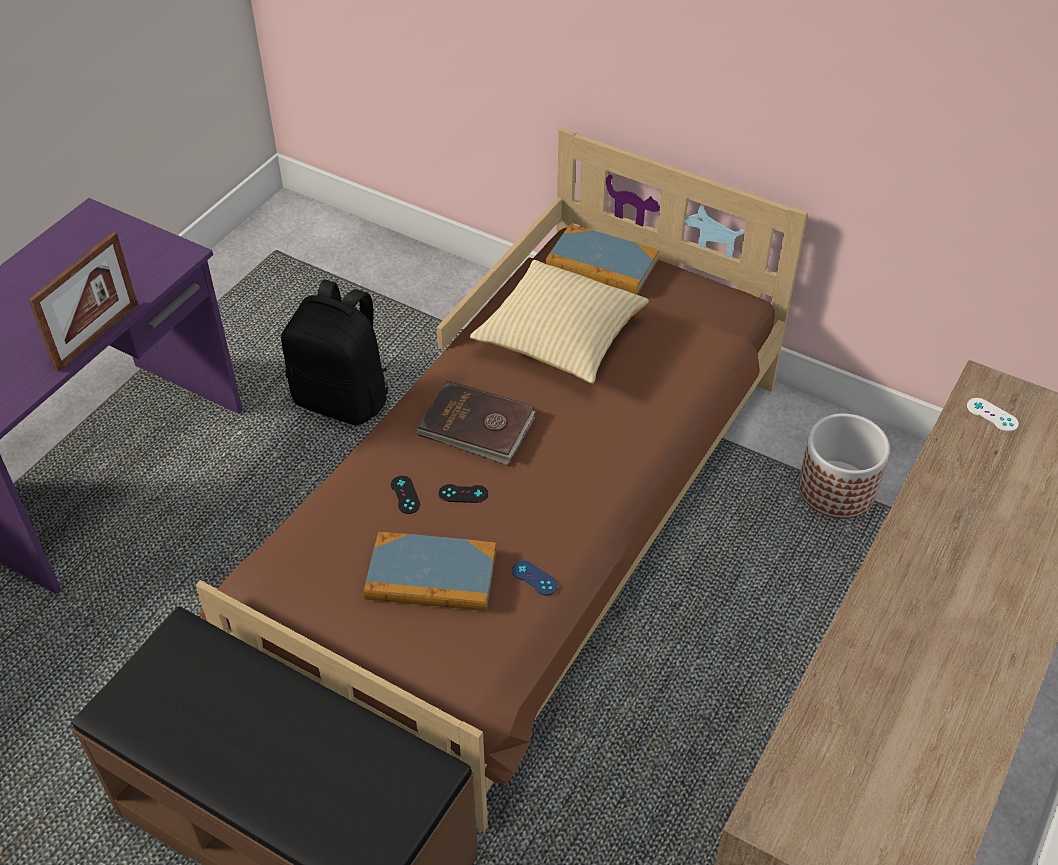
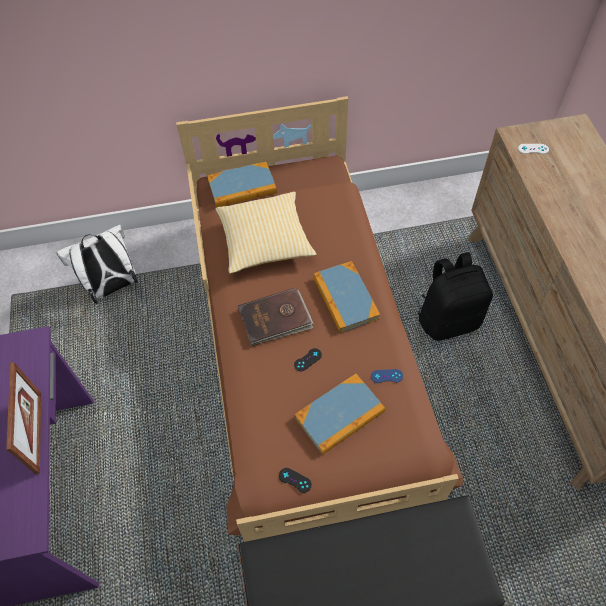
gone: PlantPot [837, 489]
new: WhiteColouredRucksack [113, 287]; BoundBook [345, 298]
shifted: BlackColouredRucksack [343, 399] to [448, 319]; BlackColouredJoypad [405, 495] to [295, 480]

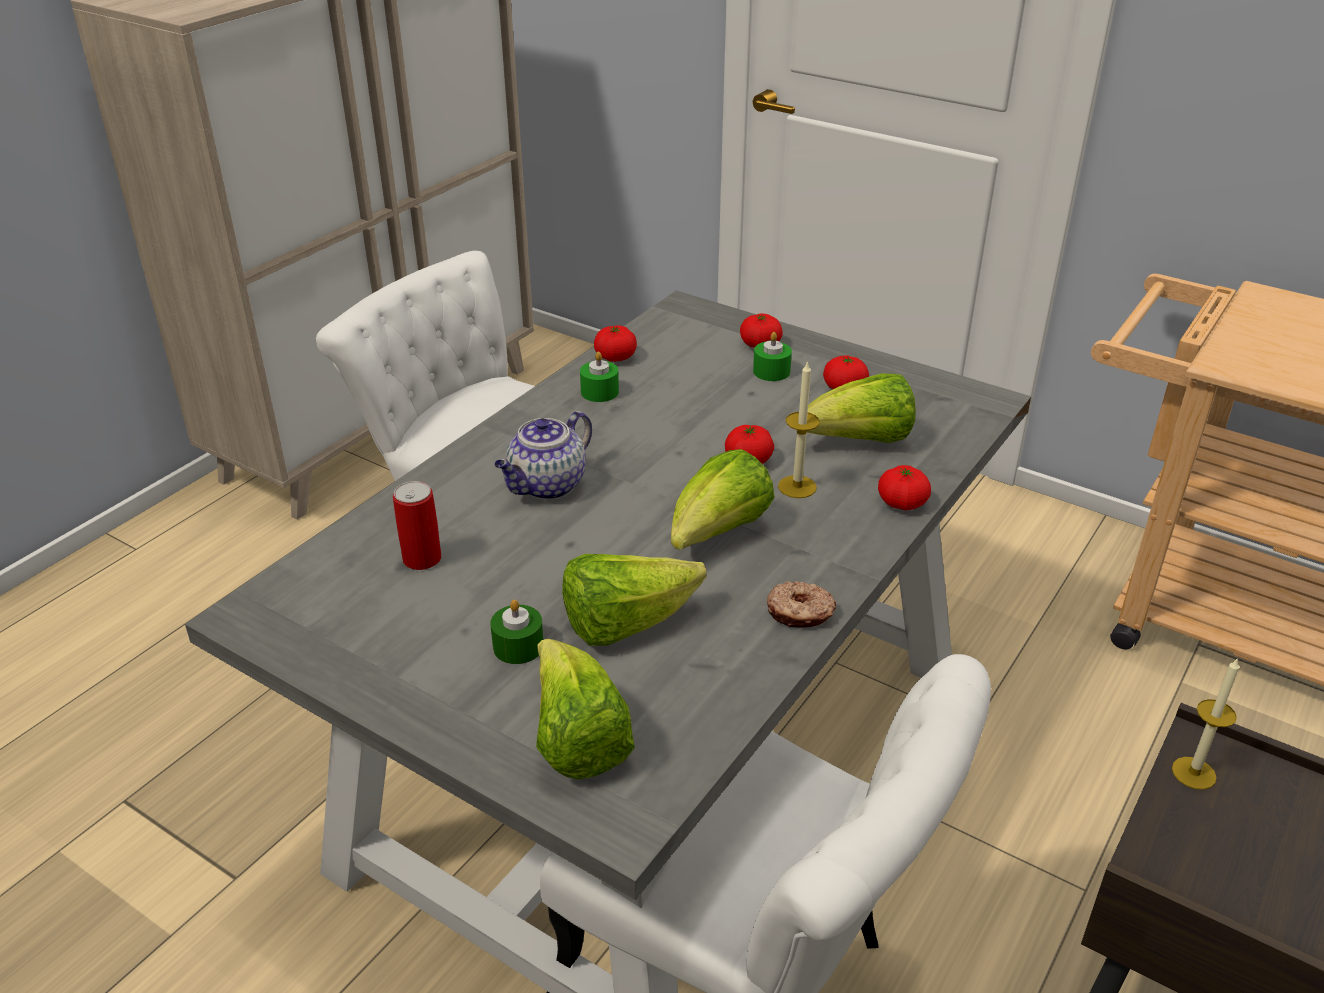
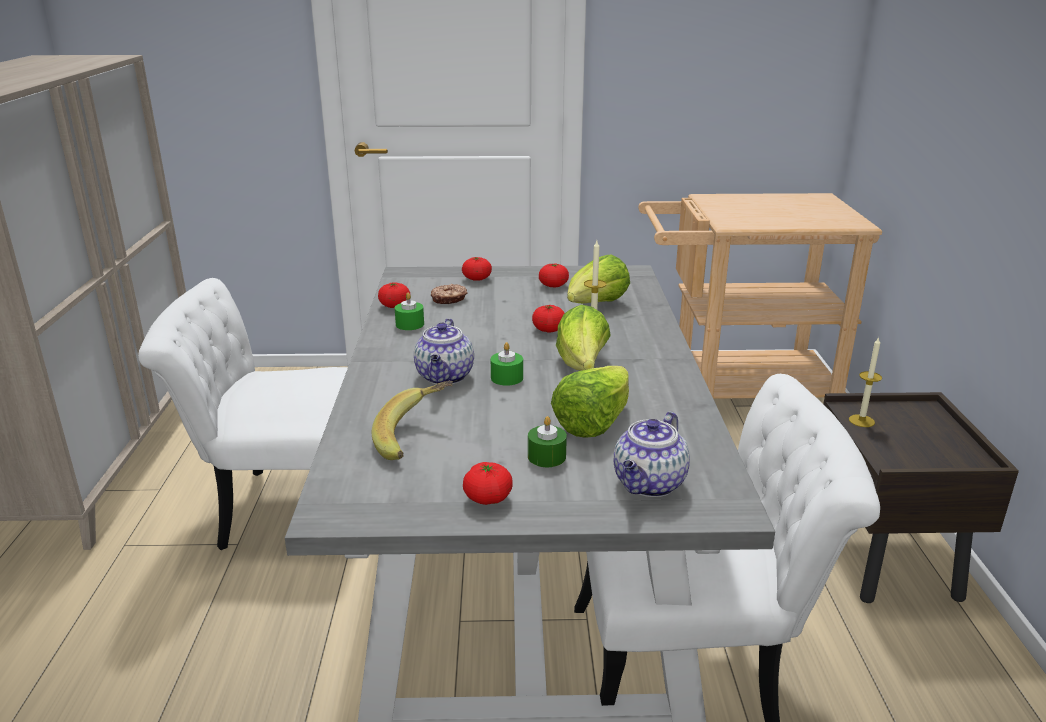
shifted: GreenColouredCandle [771, 371] to [507, 378]; RingDoughnut [799, 613] to [449, 299]; WholeTomato [902, 503] to [488, 498]
swapped: SealedCan [422, 559] to Banana [416, 438]; Lettuce [577, 740] to Teapot [649, 484]

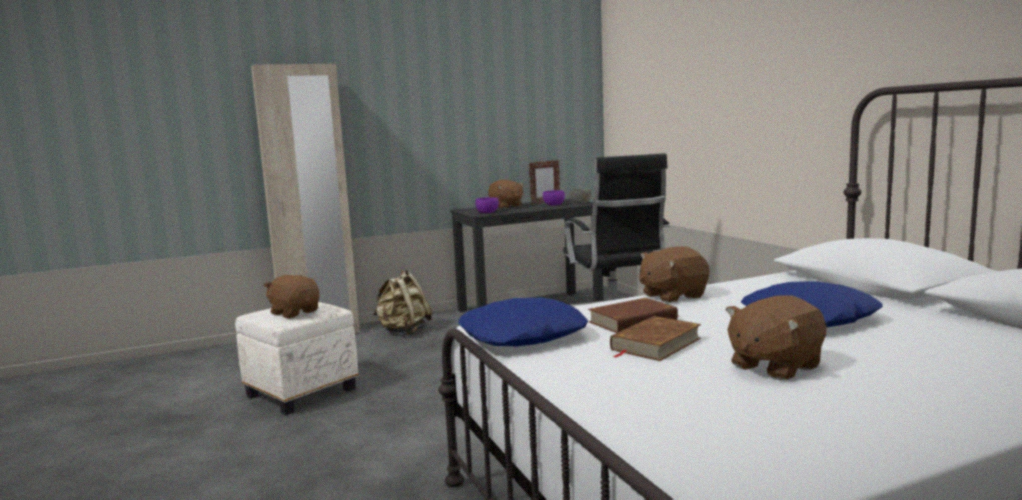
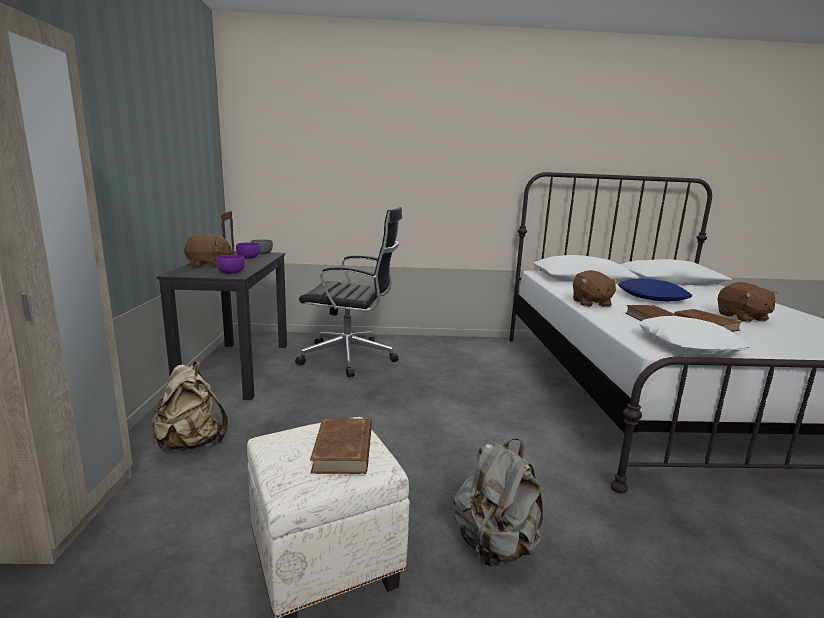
new: GreyishRucksack [495, 546]
swapped: BrownishPlushToy [295, 312] to BrownishBoundBook [344, 450]
repainted: BlueColouredPillow [522, 336] to WhiteColouredPillow [689, 345]

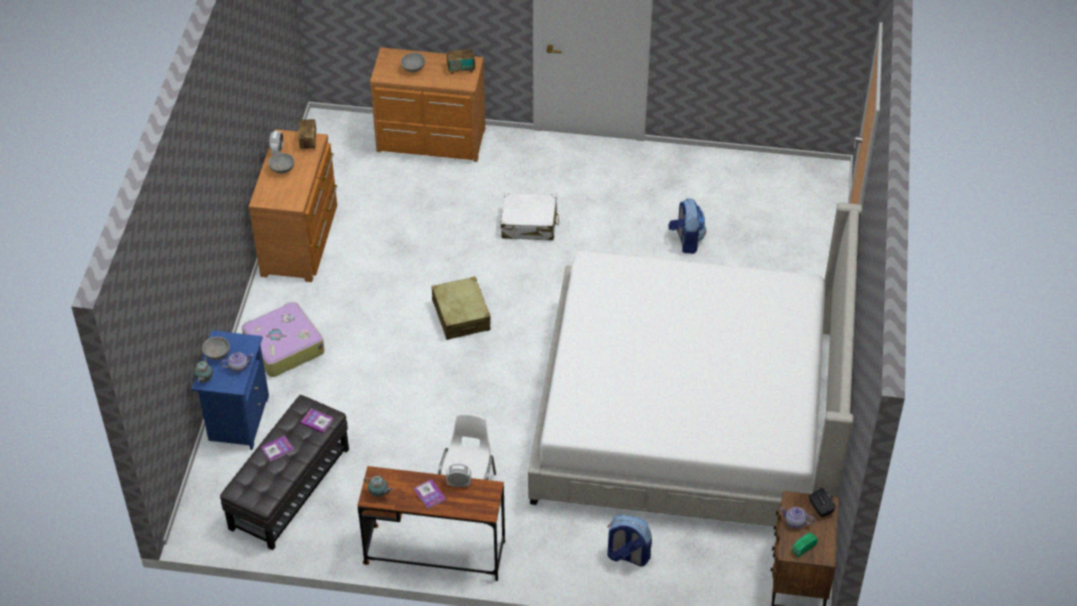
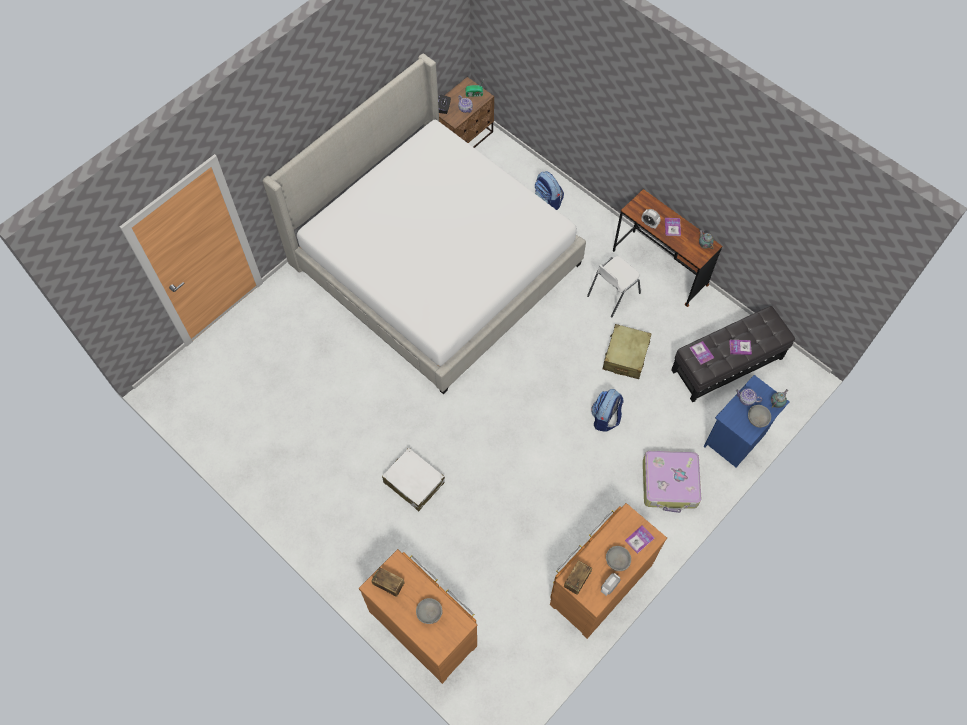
new: BoundBook [639, 539]
shifted: BeigeSuitcase [461, 315] to [625, 356]; Rucksack [686, 241] to [605, 418]

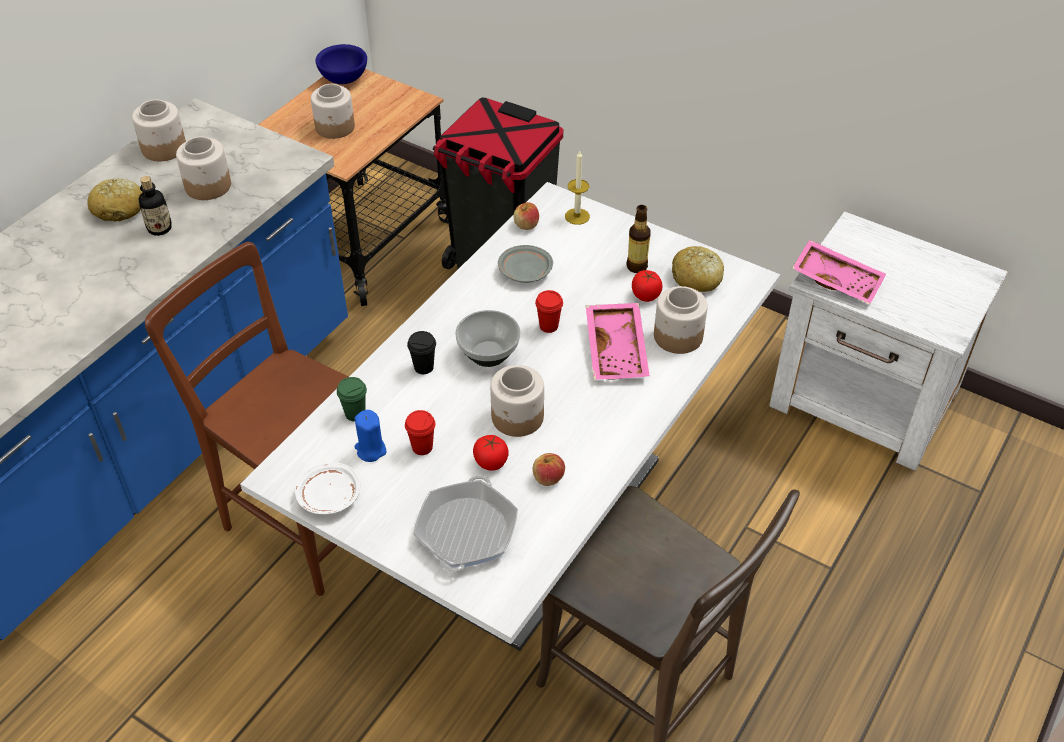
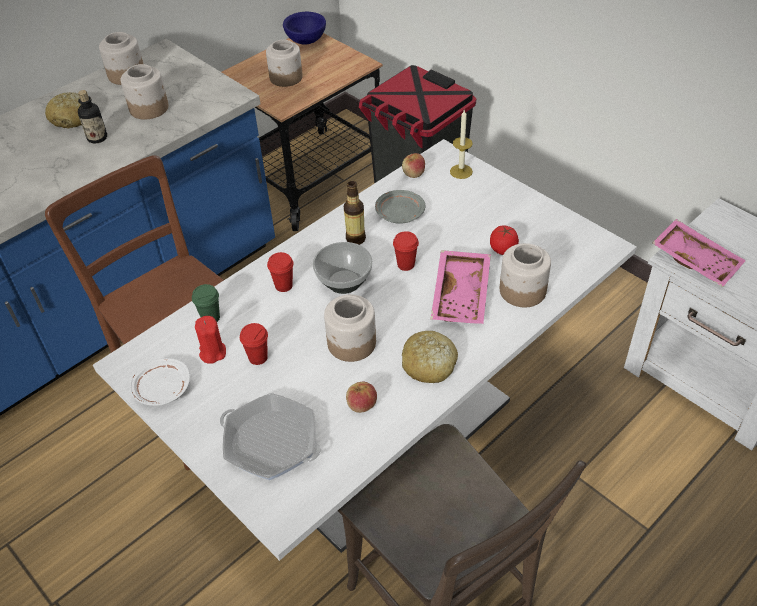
gone: WholeTomato [491, 462]
shifted: Bottle [636, 266] to [355, 239]; BakedBread [696, 278] to [429, 364]
repainted: BlueColouredCandle [370, 450] to ReddishCandle [212, 352]; BlackColouredCup [424, 367] to ReddishCup [283, 286]
rotated: FryingPan [466, 531] = [271, 442] 90 degrees clockwise

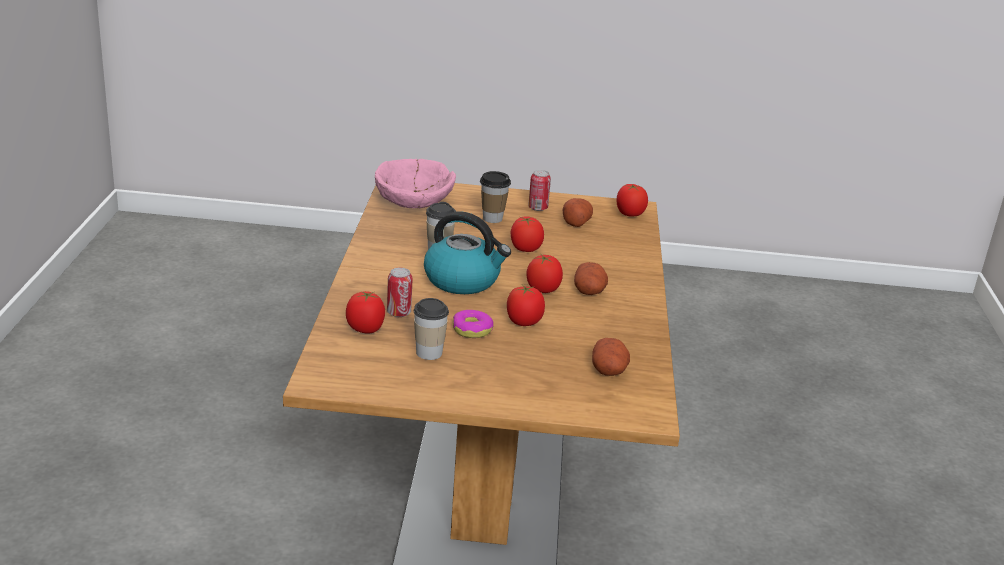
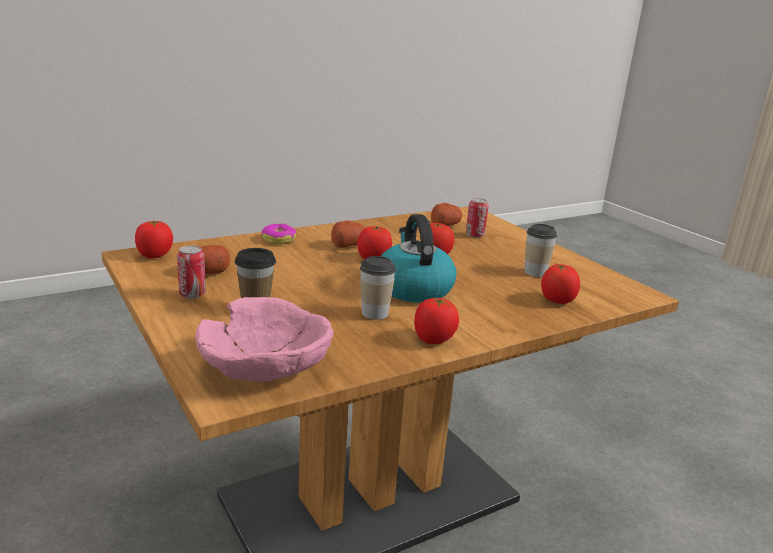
shifted: SealedCan [399, 313] to [474, 235]; RingDoughnut [472, 330] to [278, 239]; WholeTomato [525, 249] to [433, 339]

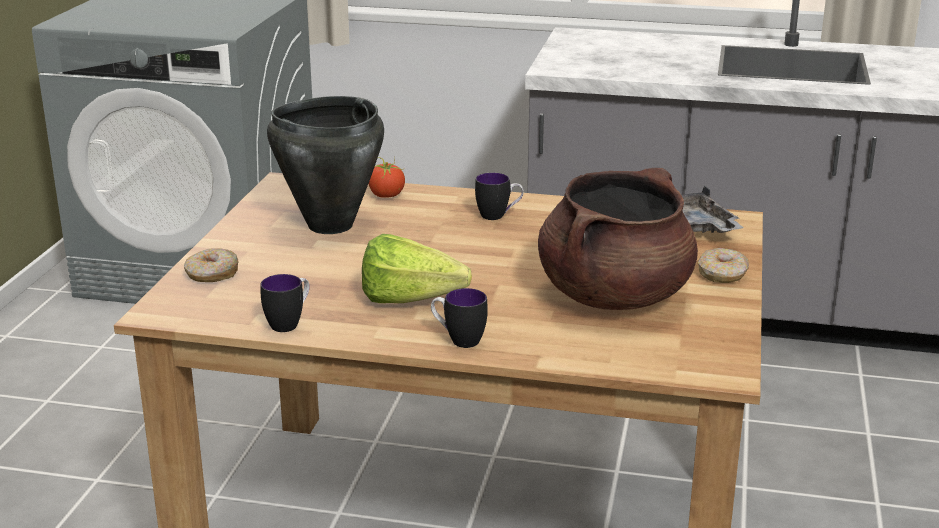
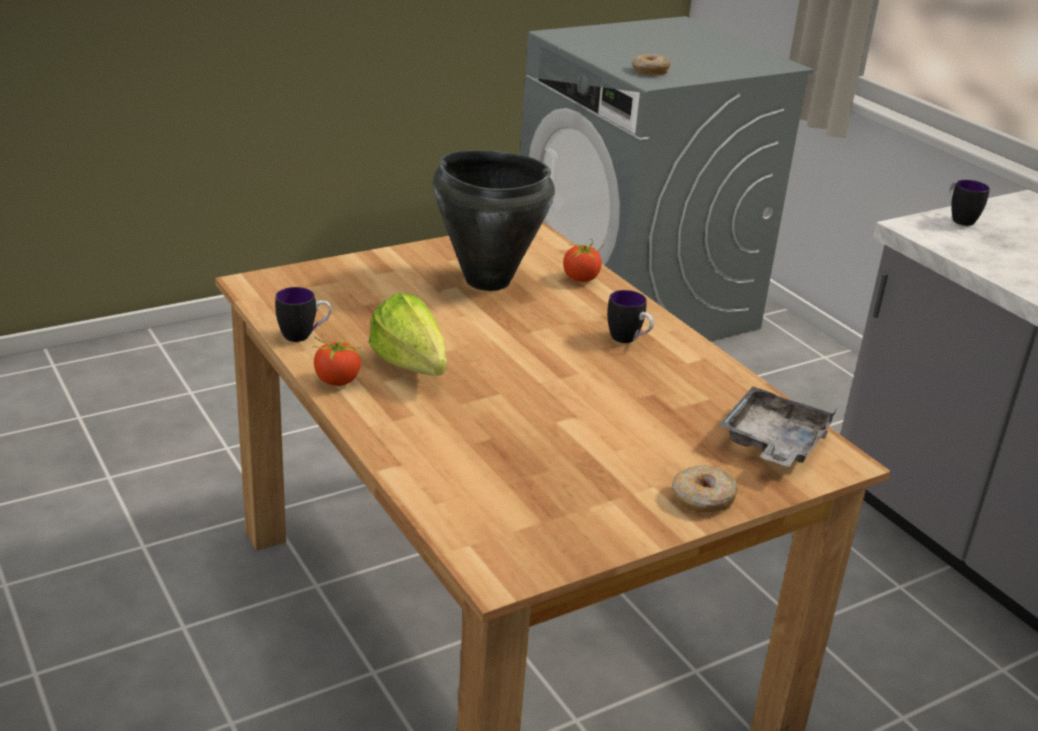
gone: BrownishCookingPot [614, 296]
new: WholeTomato [336, 381]
shifted: RingDoughnut [212, 274] to [649, 71]; CoffeeMug [458, 340] to [959, 219]

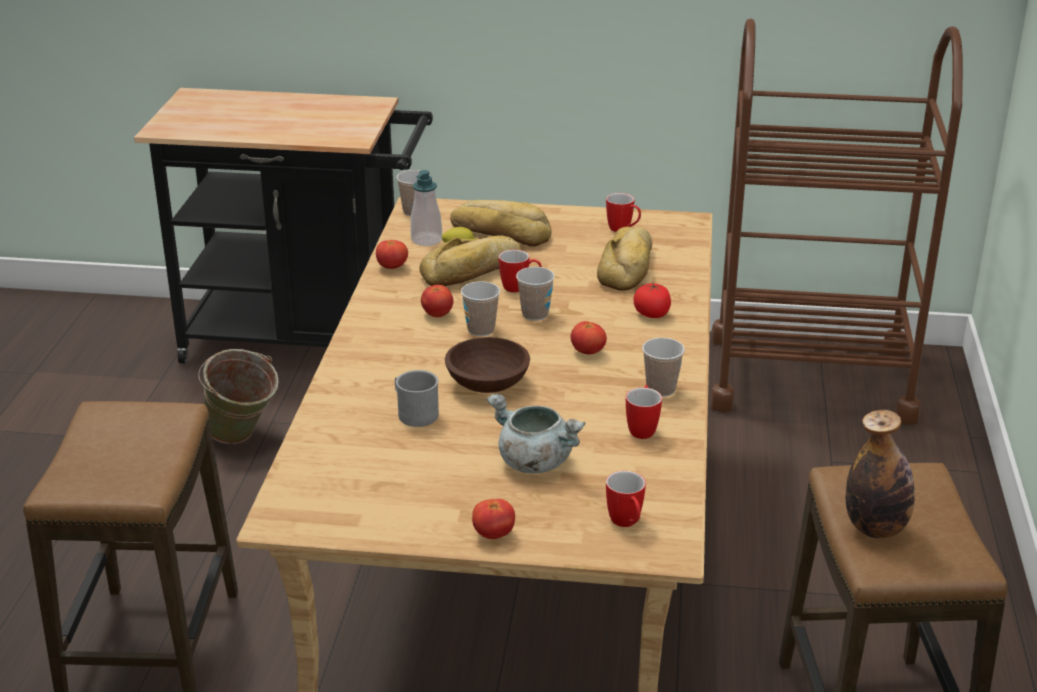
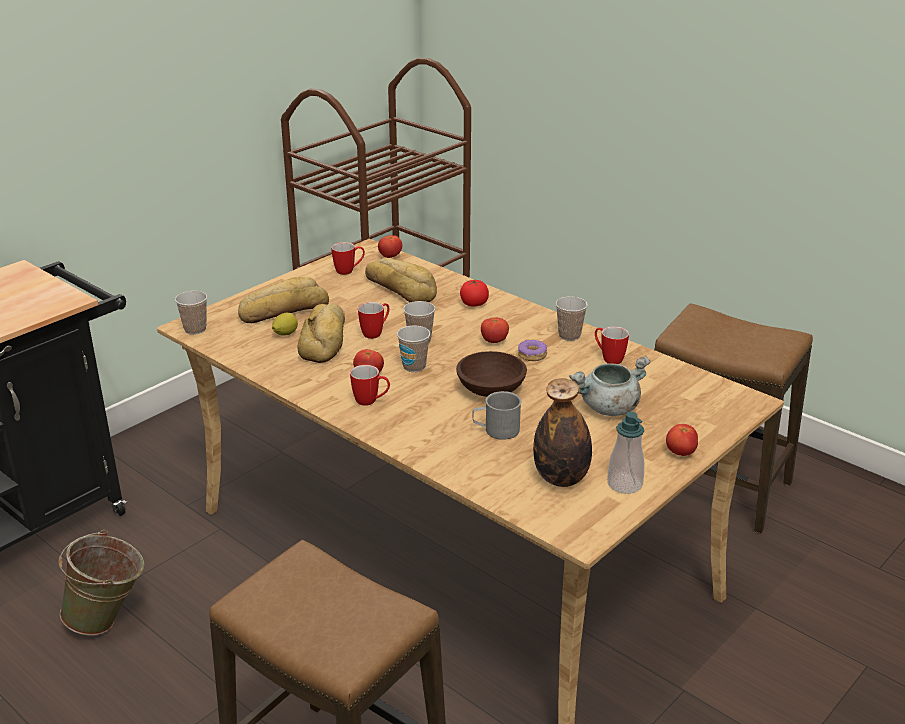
new: RingDoughnut [532, 355]
shifted: WholeTomato [392, 267] to [390, 256]; LiquidSoapBottle [426, 240] to [624, 484]; CoffeeMug [627, 524] to [371, 401]; Bottle [875, 528] to [561, 478]

